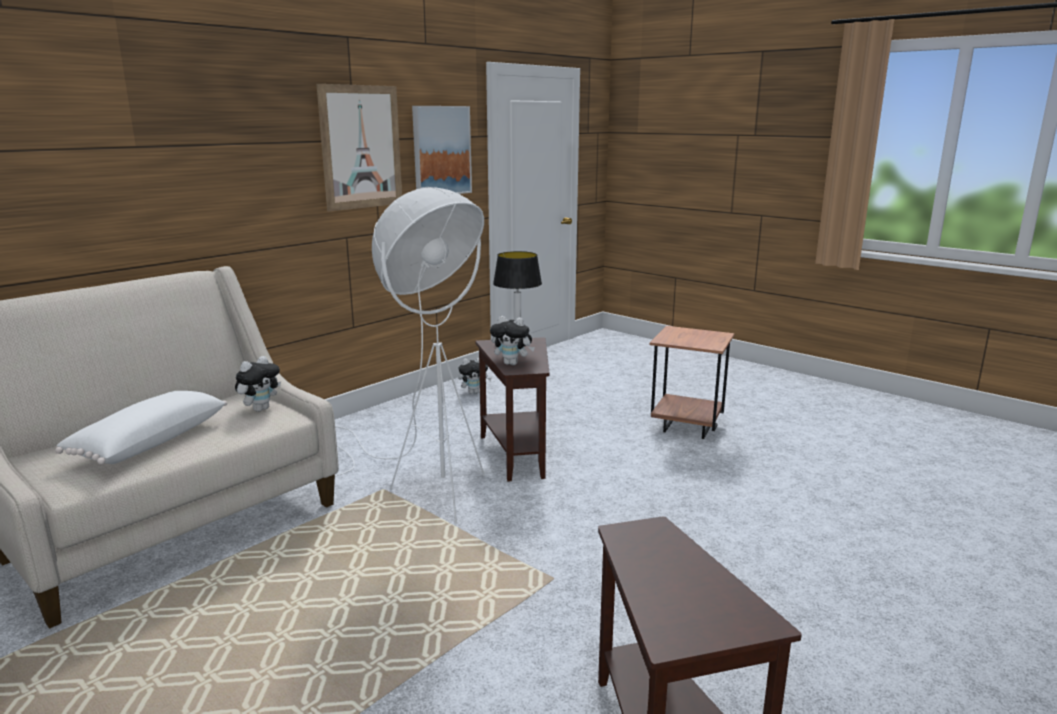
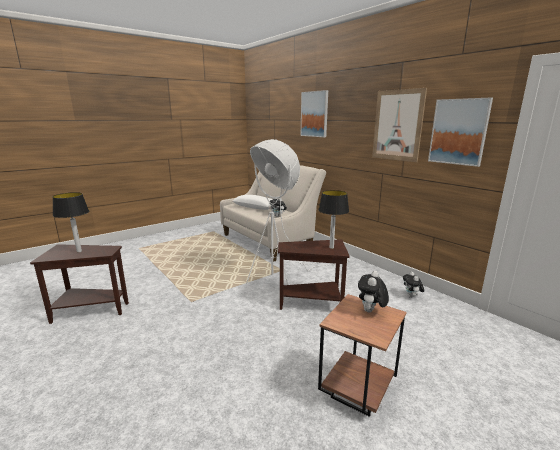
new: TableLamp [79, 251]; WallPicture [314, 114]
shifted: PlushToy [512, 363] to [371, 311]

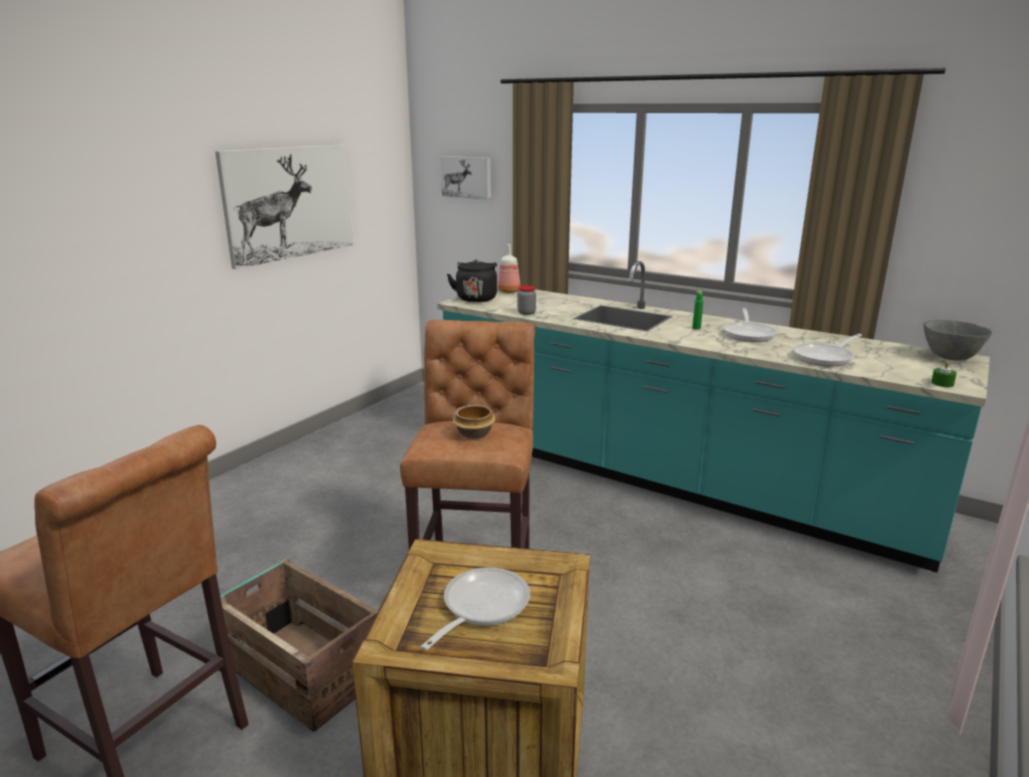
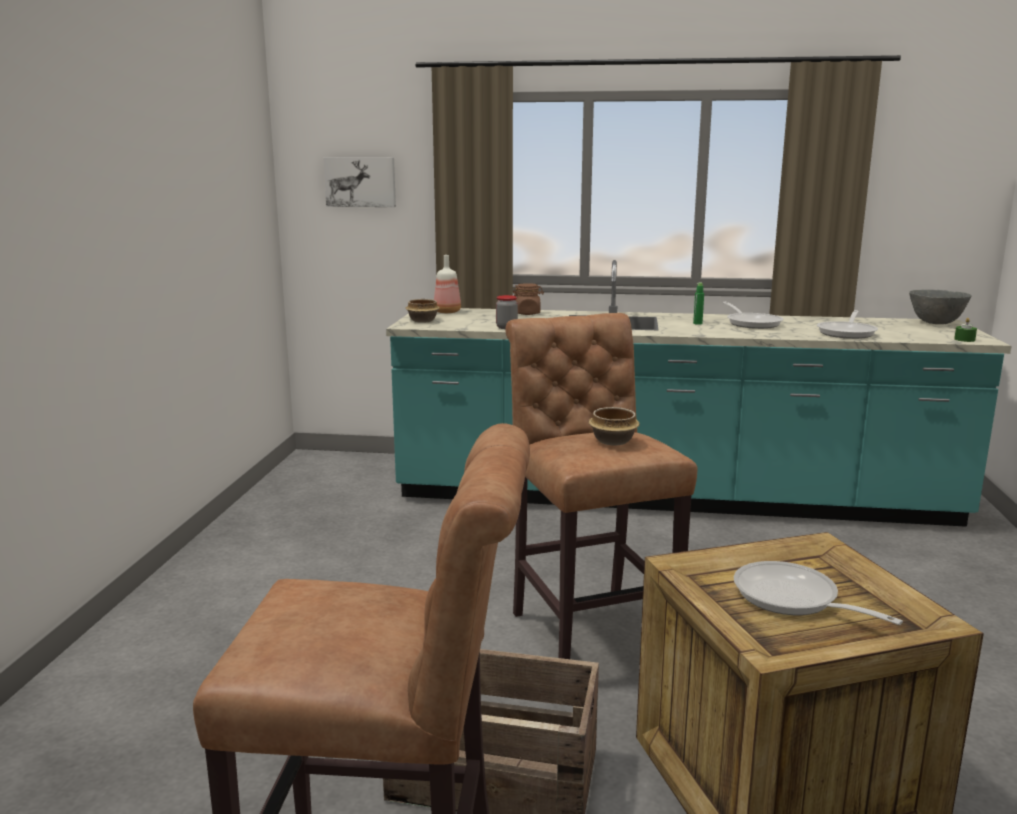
gone: WallPicture [290, 203]
new: BrownishJar [527, 313]
swapped: BlackColouredKettle [476, 298] to Bowl [423, 320]
rotated: FryingPan [481, 607] = [793, 599] 45 degrees counterclockwise

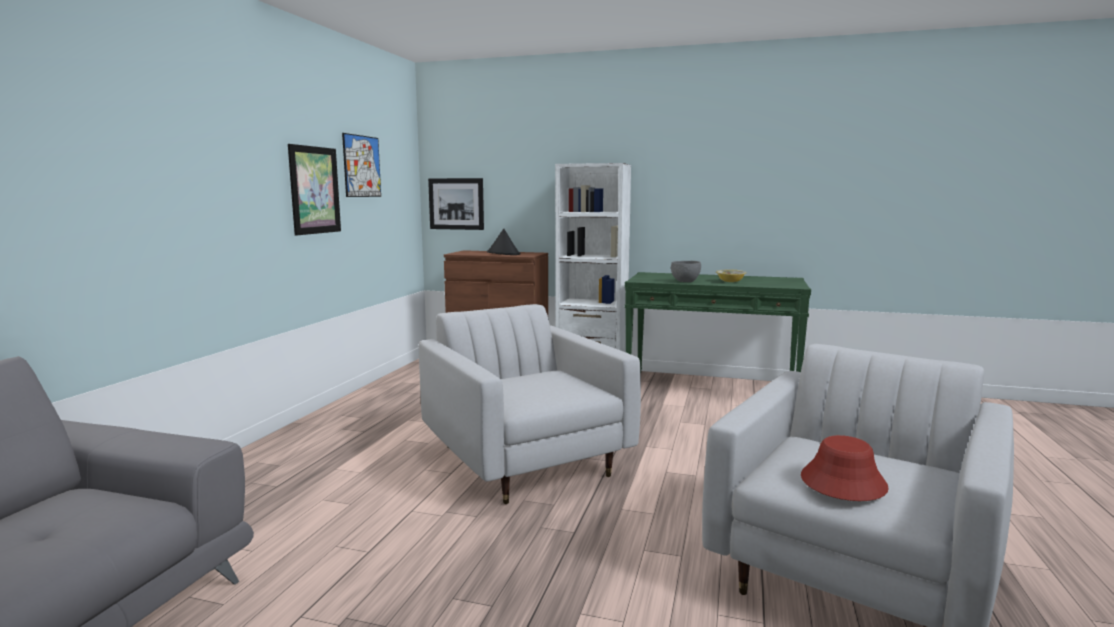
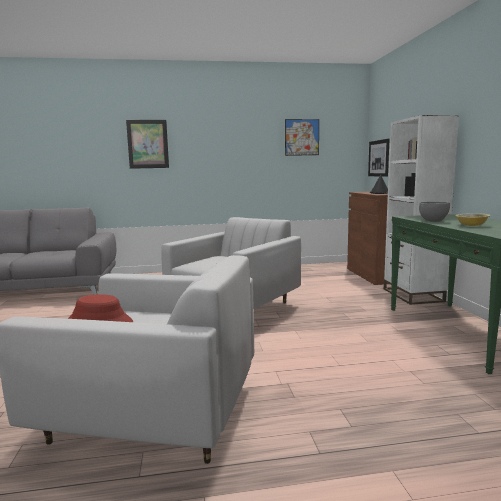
shifted: WallPicture [314, 190] to [148, 144]

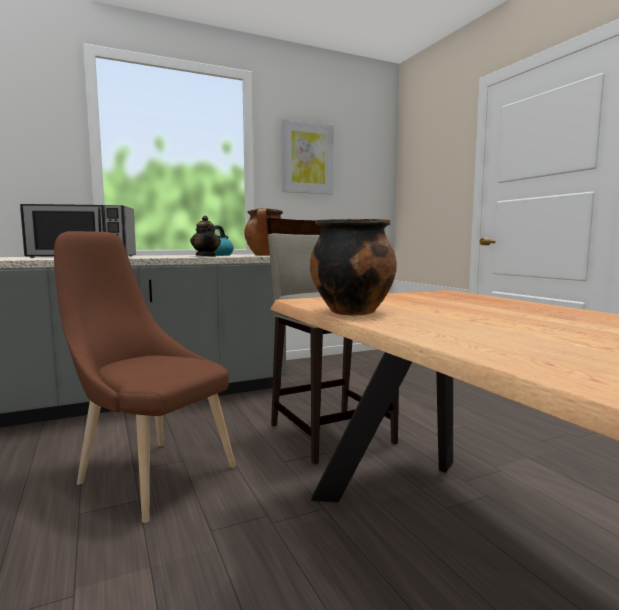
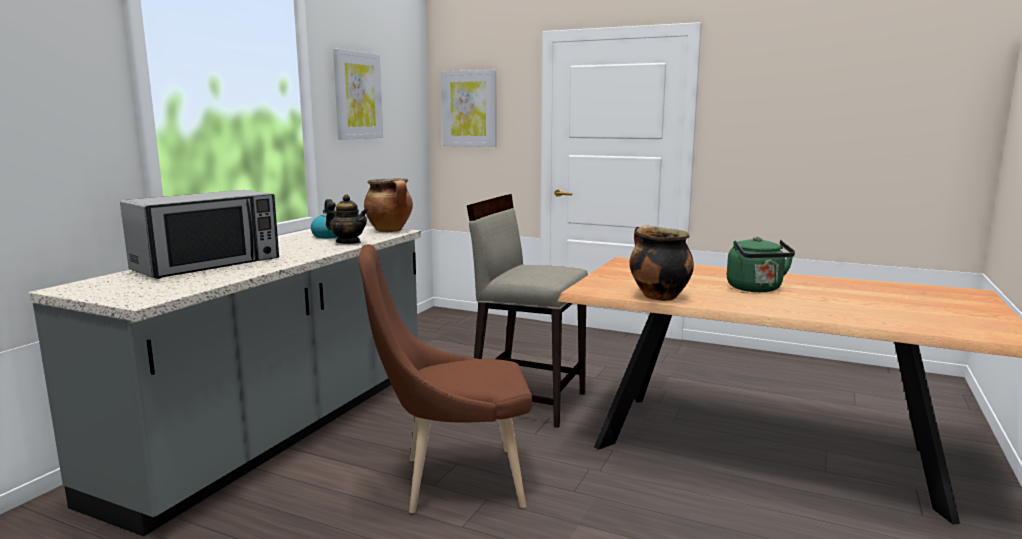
new: WallPicture [469, 109]; GreenColouredKettle [756, 289]

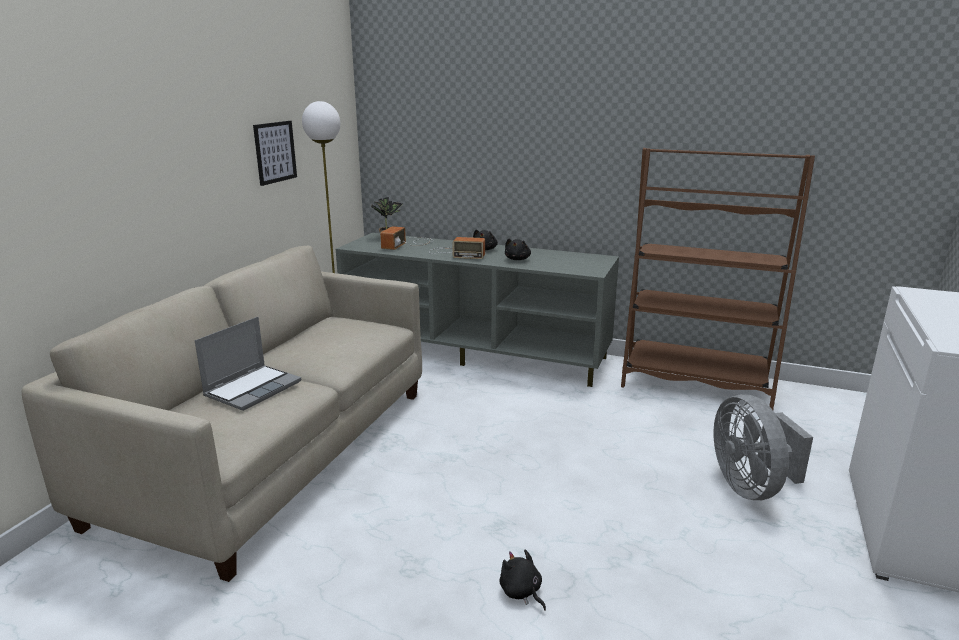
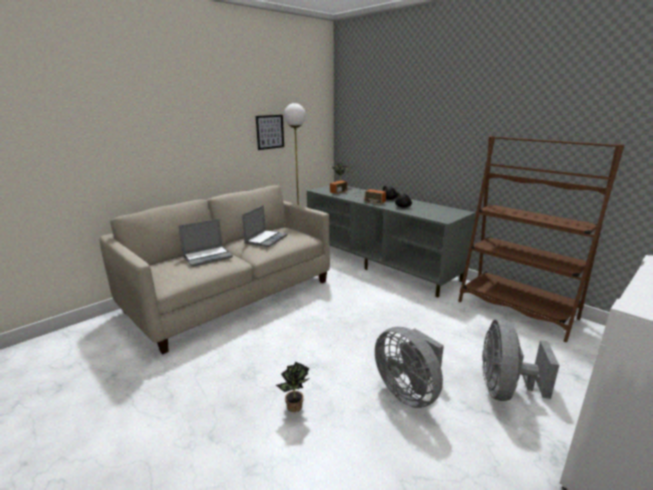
new: PortableComputer [266, 239]; GreyishElectricFan [408, 392]
swapped: BlackColouredPlushToy [521, 592] to Houseplant [295, 408]

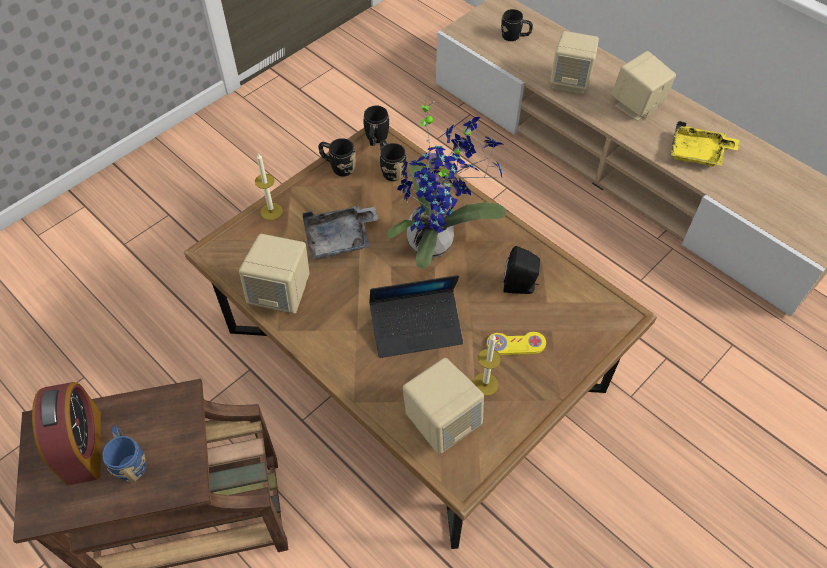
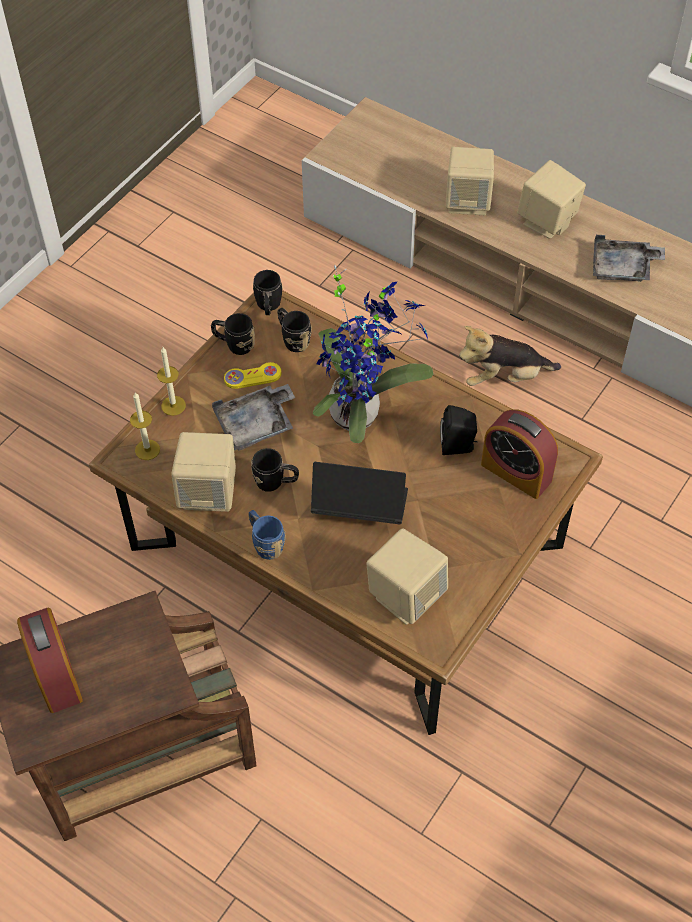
new: PlushToy [504, 377]; TableClock [516, 472]
shifted: BlueColouredCoffeeMug [130, 461] to [265, 543]; Candle [485, 384] to [147, 450]; YellowishJoypad [516, 344] to [252, 377]; BlackColouredCoffeeMug [515, 37] to [275, 482]
repainted: YellowishTray [698, 153] to GreyishTray [623, 268]
rotated: PortableComputer [416, 328] = [359, 506] 150 degrees counterclockwise

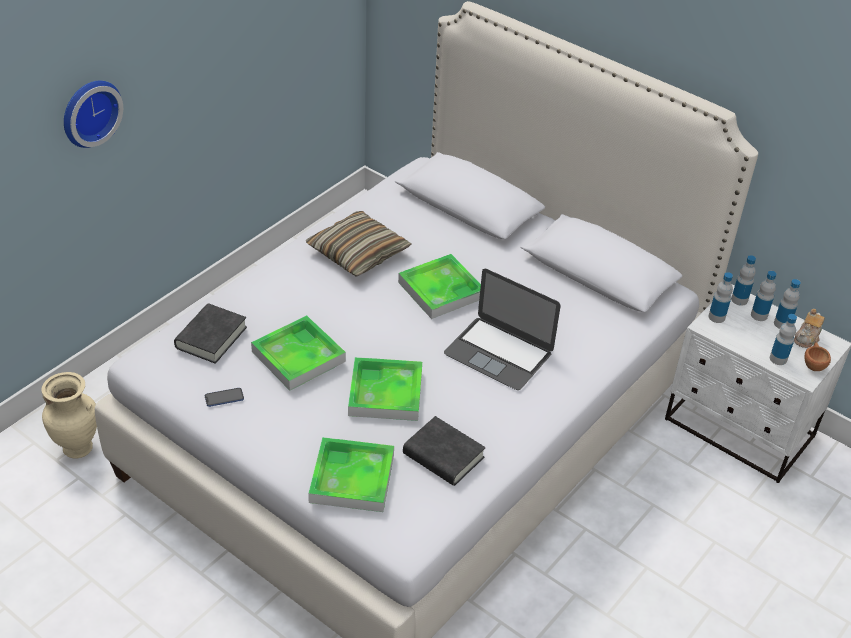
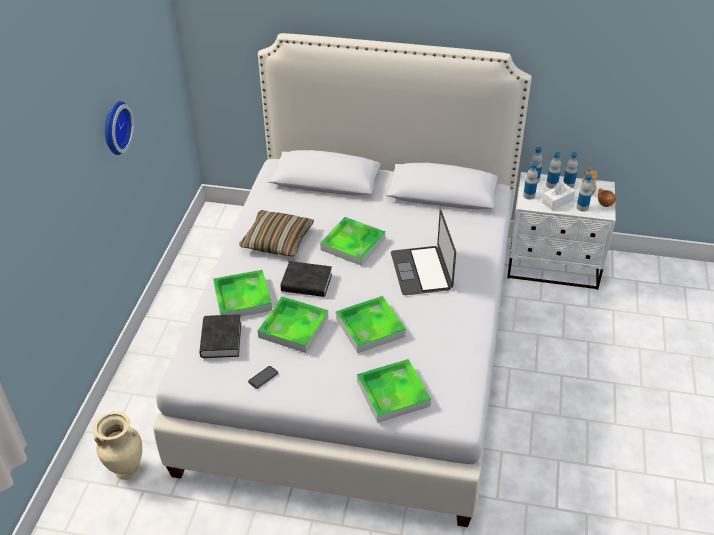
new: Tray [242, 297]; WhiteColouredTissueHolder [557, 201]
shifted: WallClock [89, 111] to [114, 127]; BlackColouredBoundBook [443, 456] to [306, 283]
rotated: PortableComputer [498, 353] = [421, 270] 75 degrees clockwise

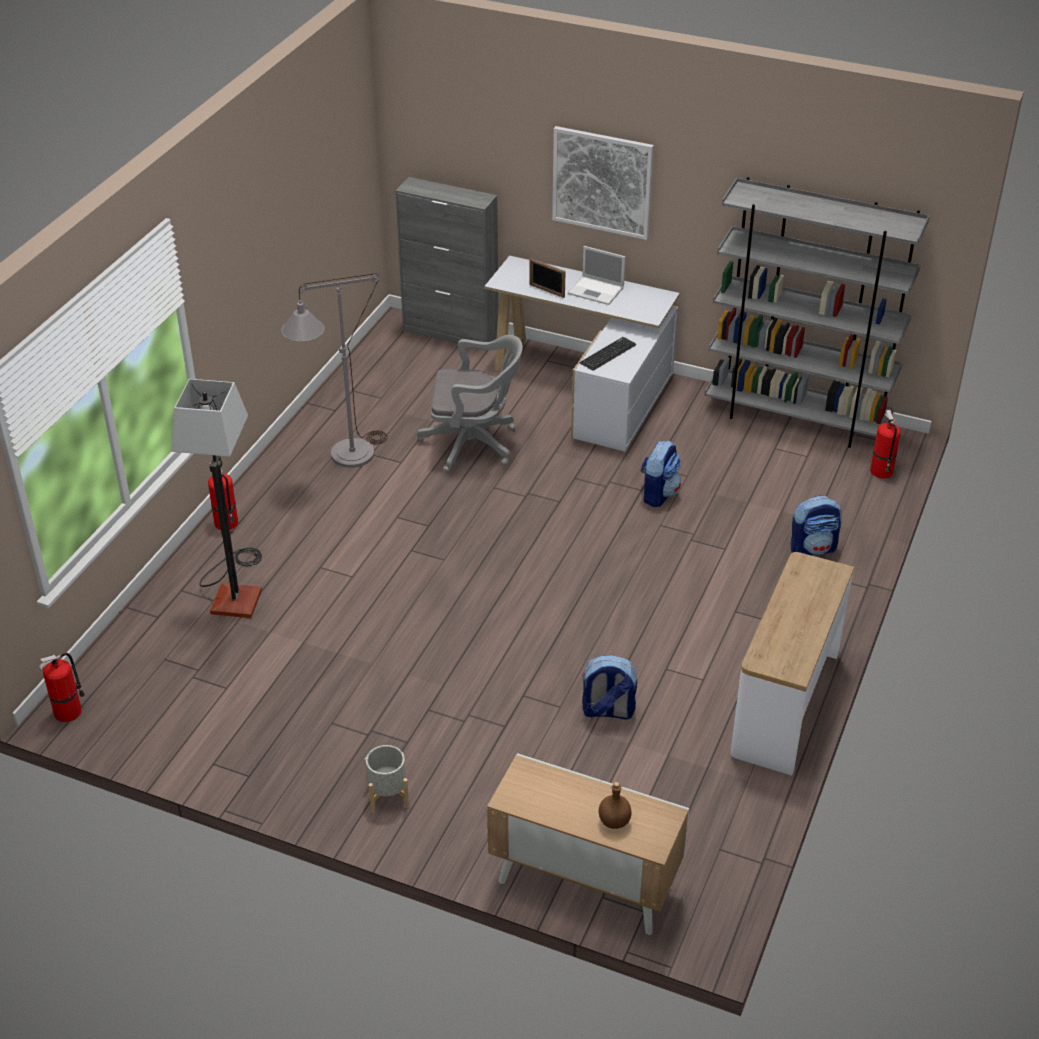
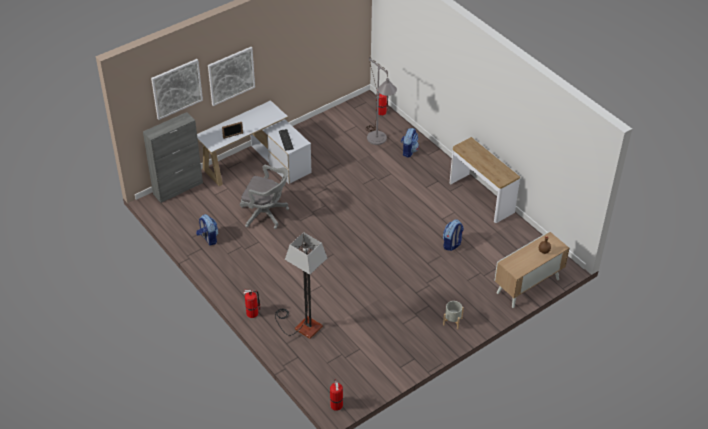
gone: PortableComputer [597, 291]; GreyishShelvingUnit [796, 419]
new: WallPicture [177, 88]
shifted: GreyishFloorLamp [343, 460] to [378, 142]; Rucksack [658, 494] to [208, 238]
rotated: GreyishDeskChair [474, 444] = [266, 214] 75 degrees clockwise

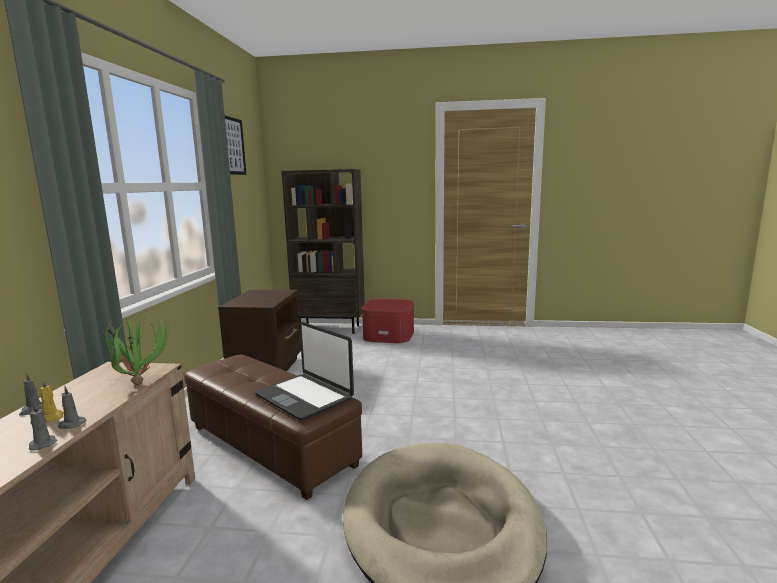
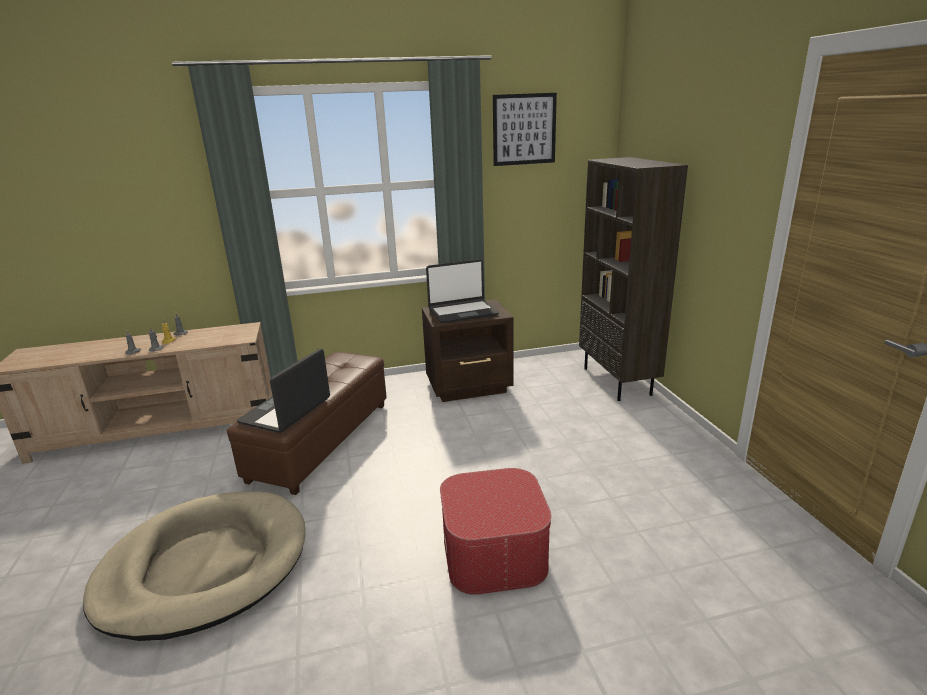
gone: Houseplant [139, 381]
new: PortableComputer [462, 312]
shifted: Ottoman [389, 335] to [494, 553]

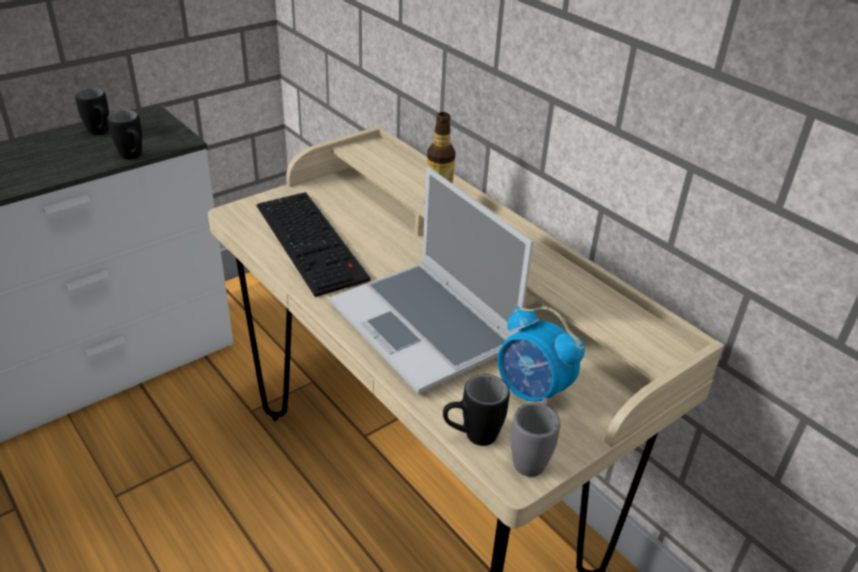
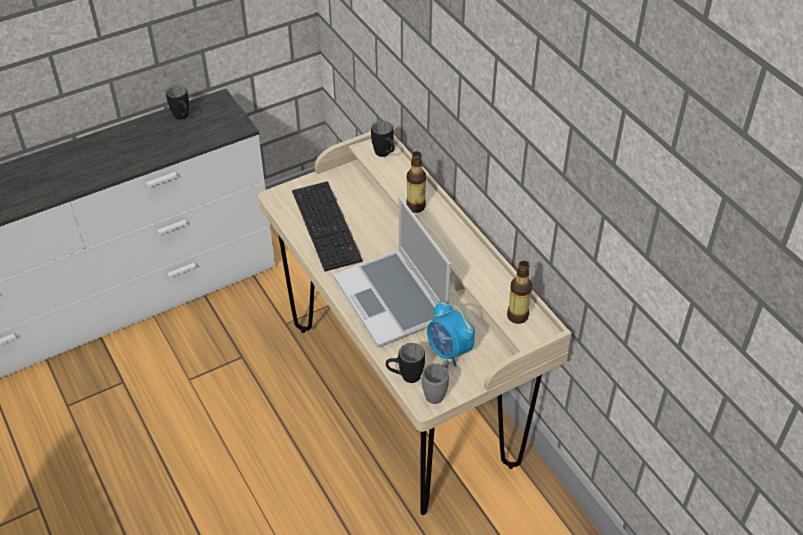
new: Bottle [517, 316]
shifted: BlackColouredCoffeeMug [134, 158] to [385, 155]

